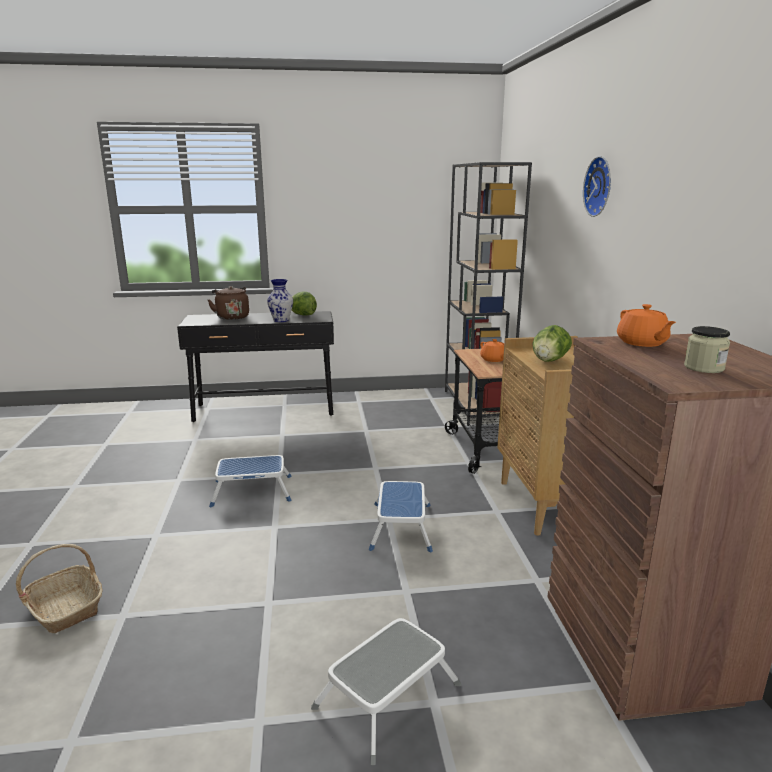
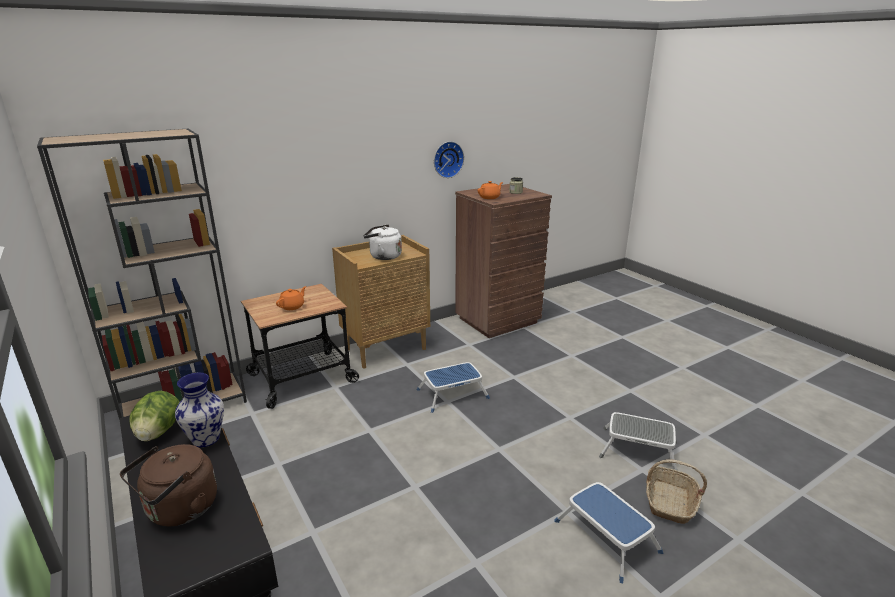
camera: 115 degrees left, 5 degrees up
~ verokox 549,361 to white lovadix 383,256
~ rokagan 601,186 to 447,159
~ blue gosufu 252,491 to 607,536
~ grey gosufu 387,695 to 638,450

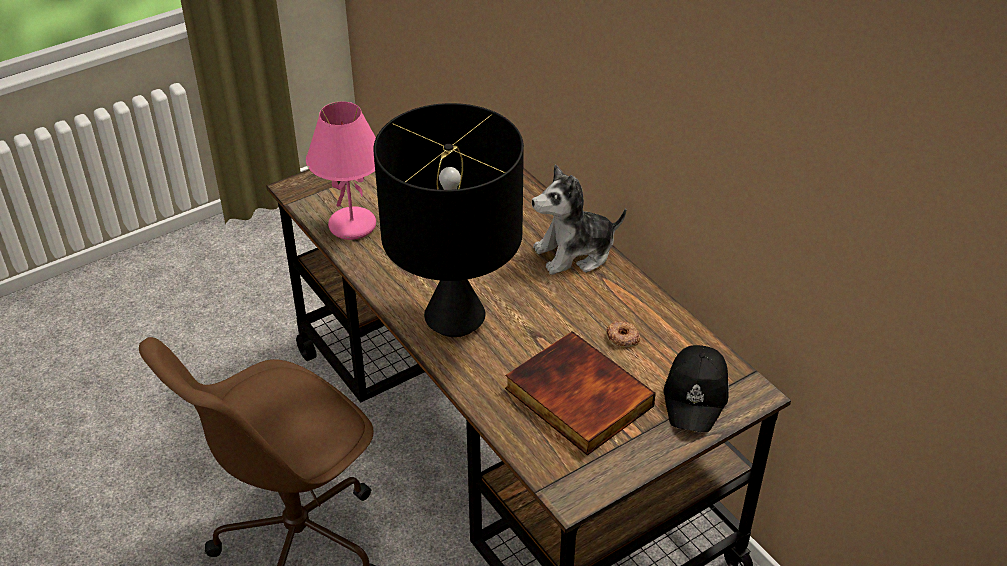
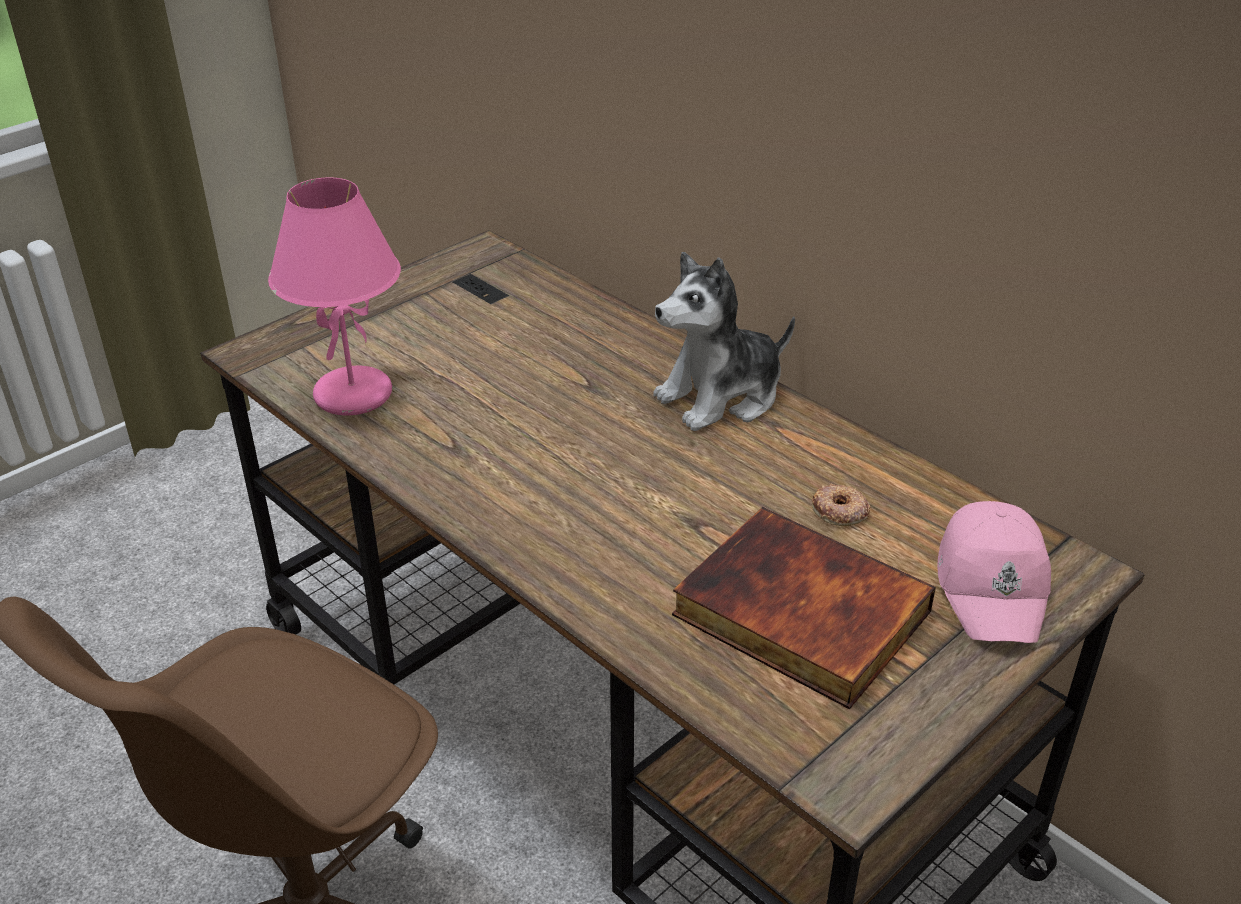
camera: 10 degrees left, 5 degrees down
~ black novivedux 696,395 to pink novivedux 993,585
- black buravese 454,320

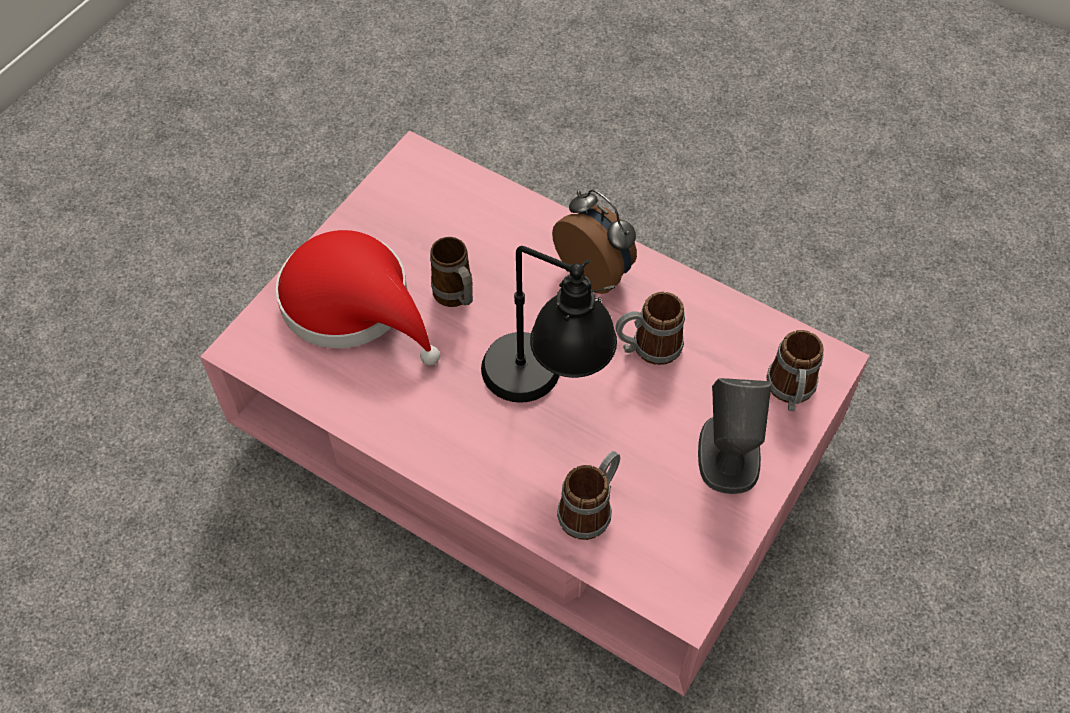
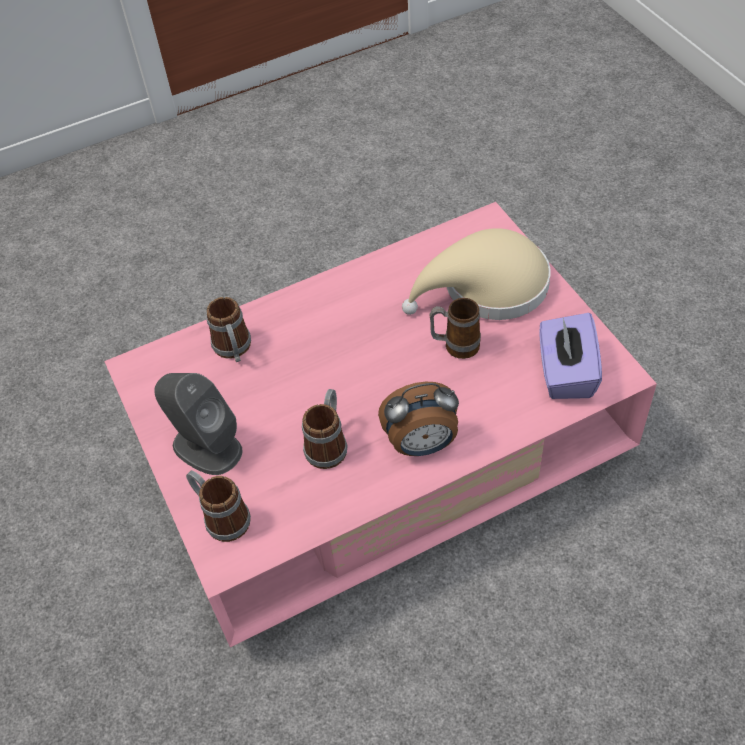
camera: 125 degrees right, 5 degrees down
~ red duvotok 354,304 to beige duvotok 487,287
+ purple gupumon 565,373
- black buravese 546,389

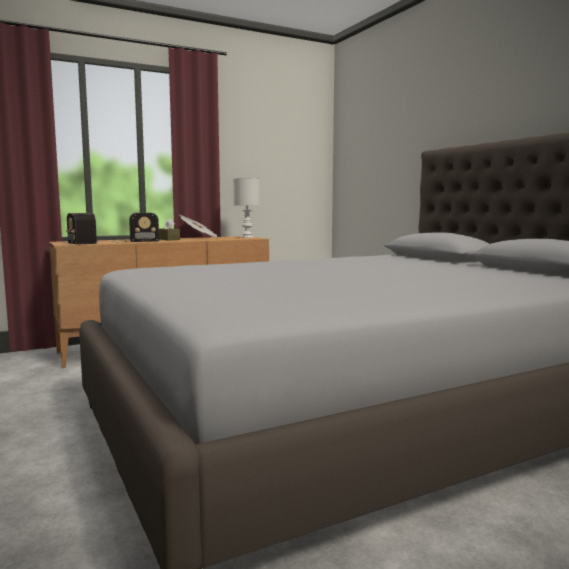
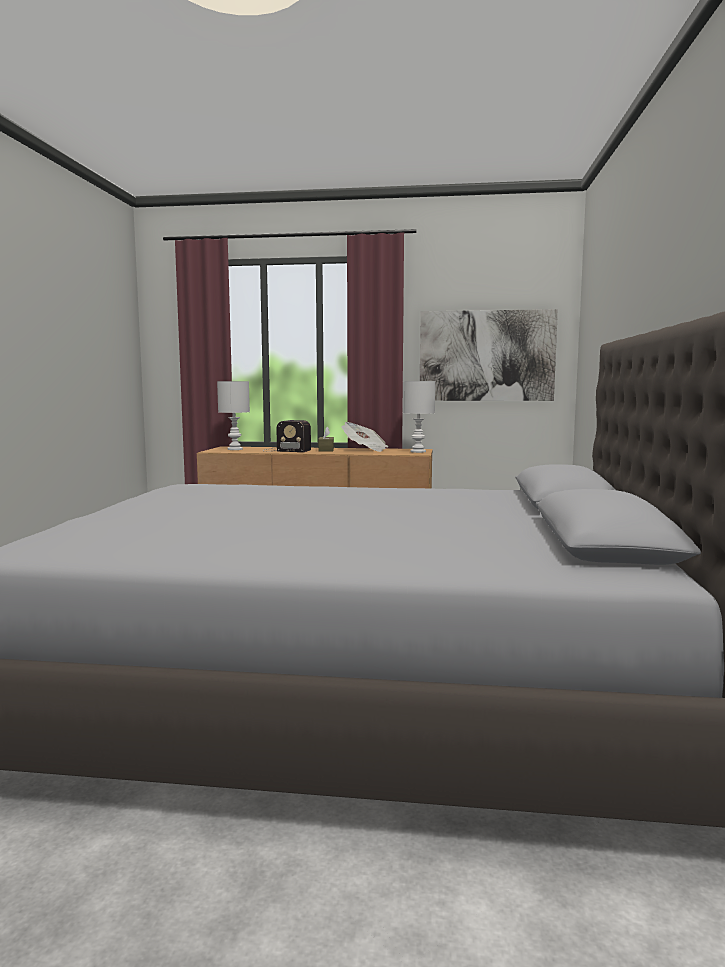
camera: 35 degrees right, 0 degrees up
~ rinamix 81,242 to white buravese 235,449
+ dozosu 486,356

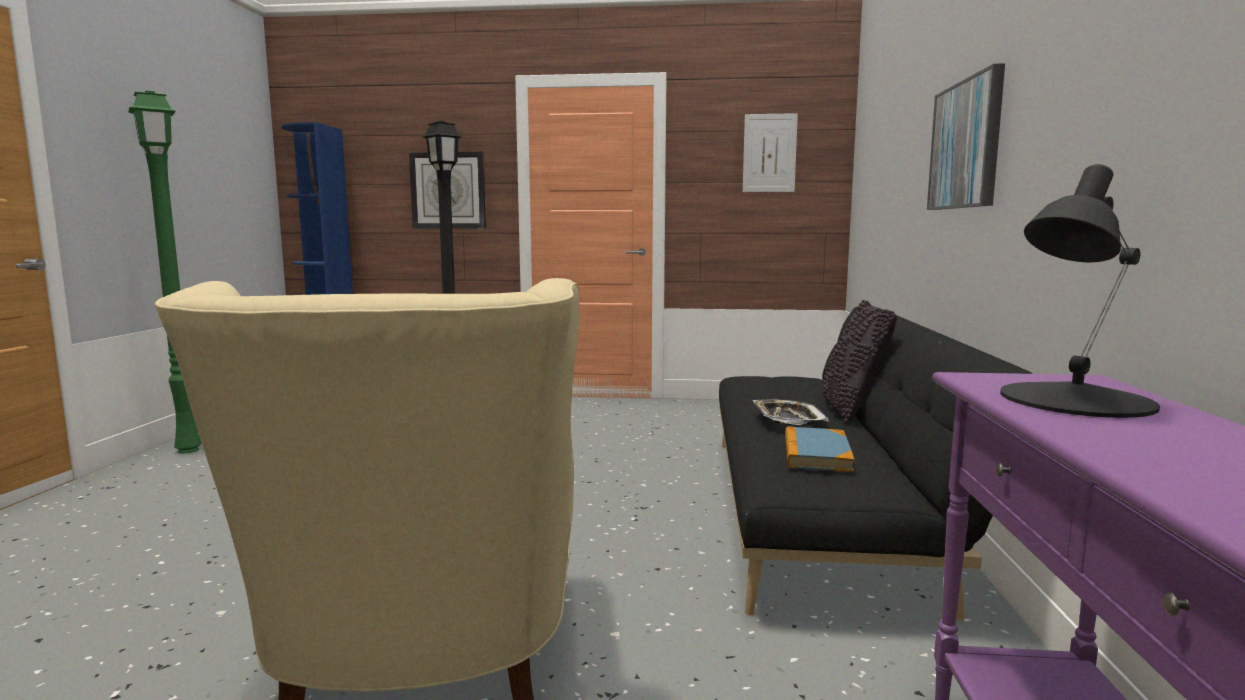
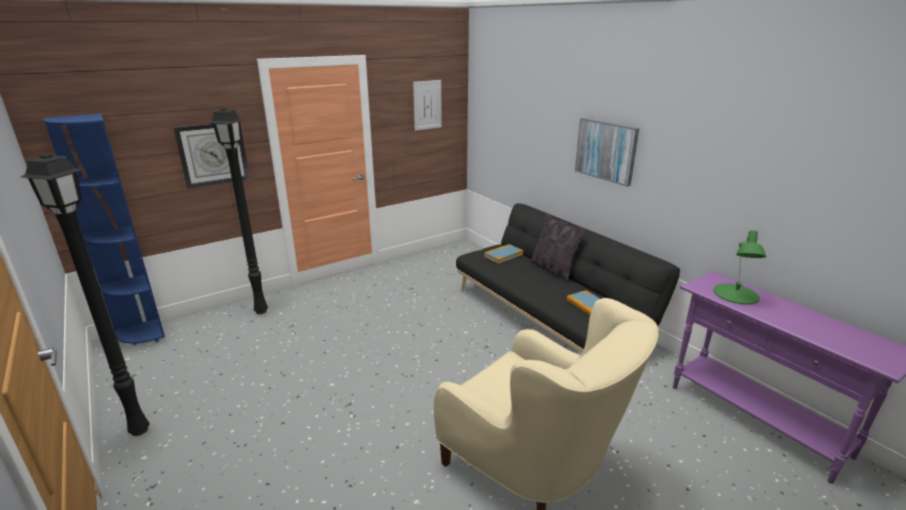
camera: 40 degrees left, 15 degrees up
~ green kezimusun 190,450 to black kezimusun 141,430
+ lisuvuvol 503,255
~ black buravese 1073,400 to green buravese 735,294
- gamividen 788,418

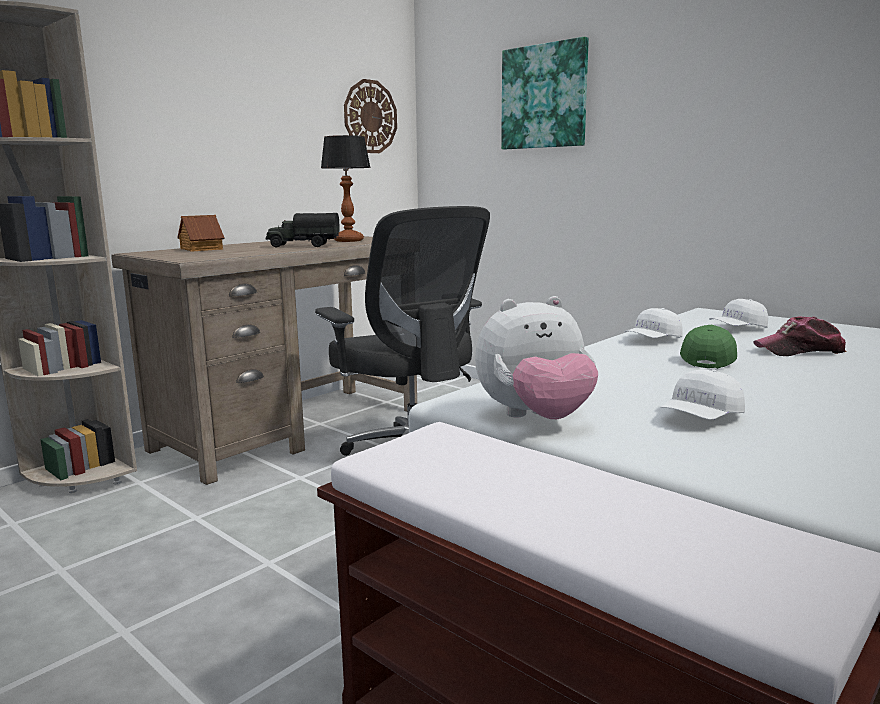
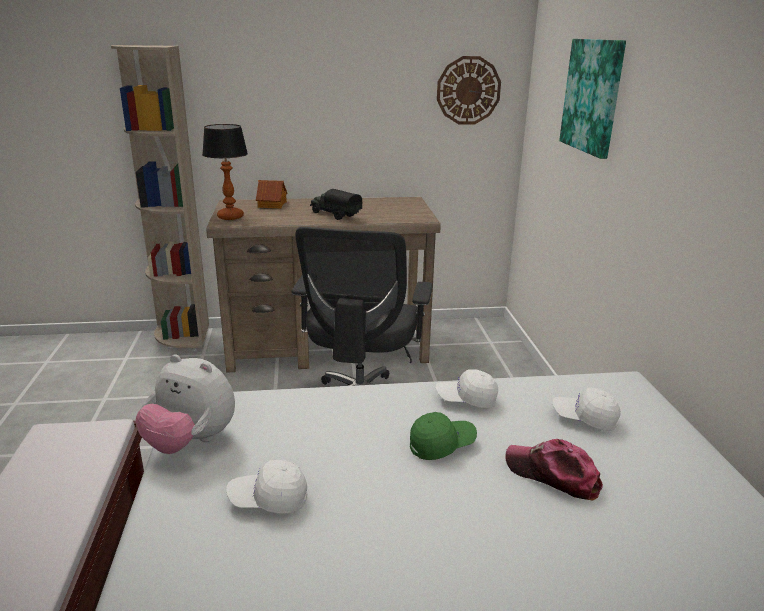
camera: 40 degrees right, 10 degrees up
~ buravese 349,240 to 230,217

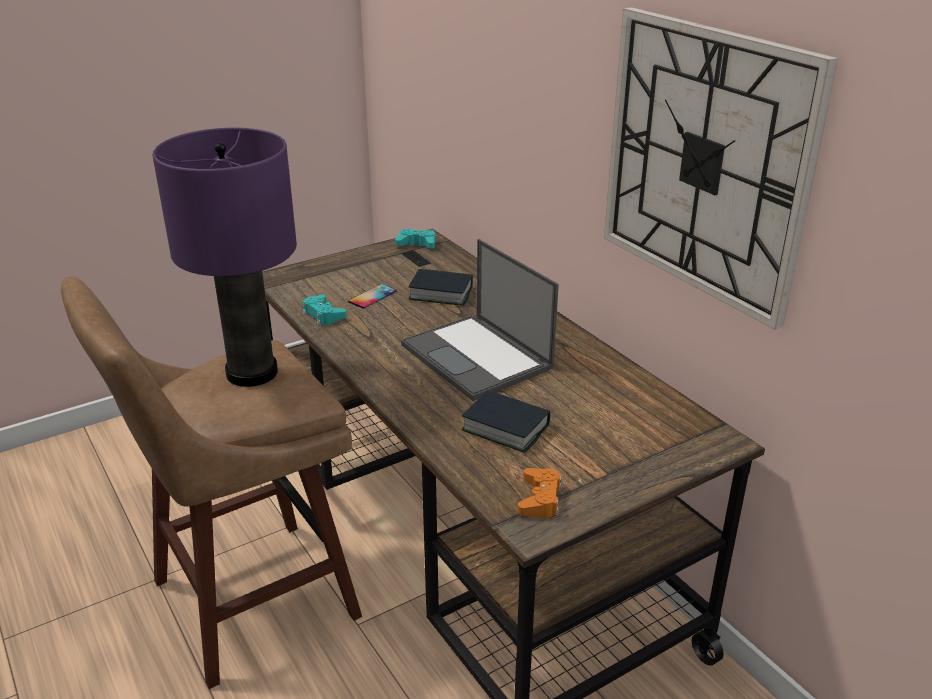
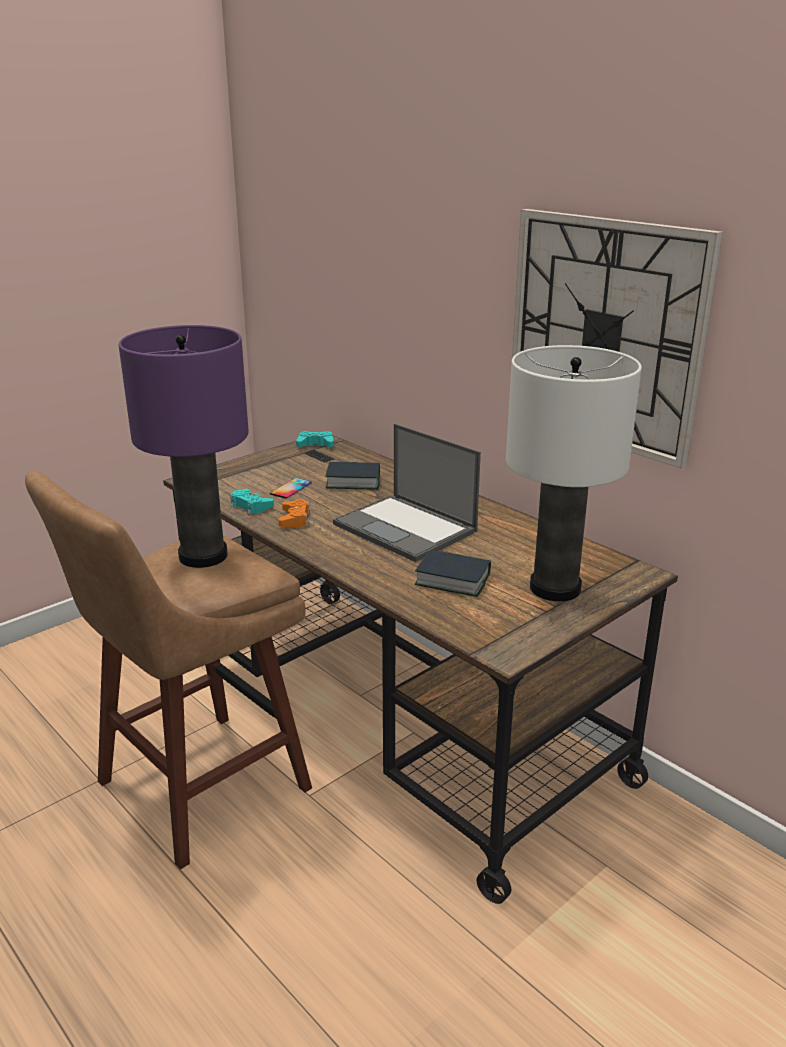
camera: 10 degrees left, 5 degrees down
~ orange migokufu 540,499 to 295,519
+ white buravese 554,588

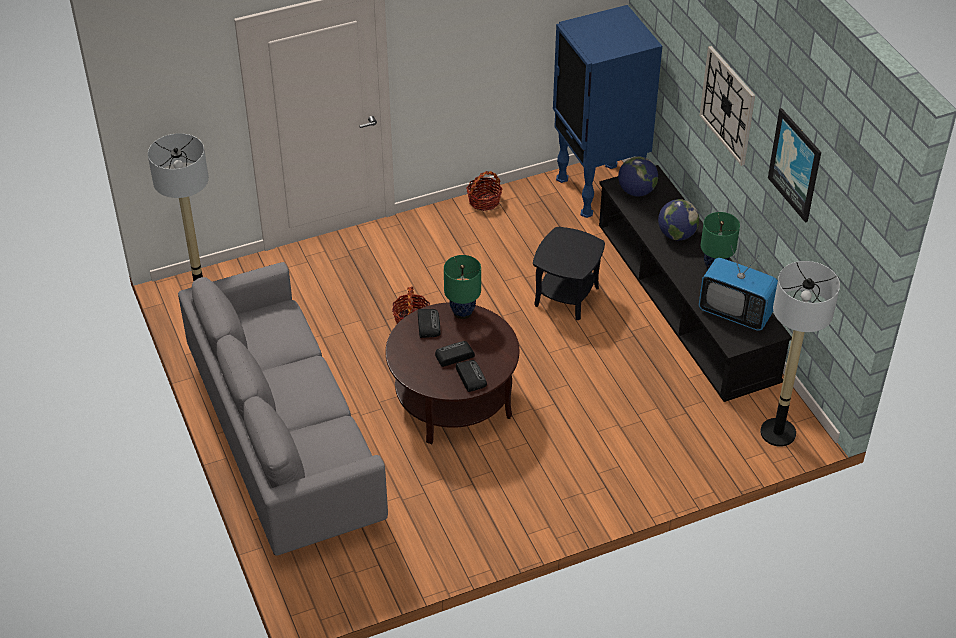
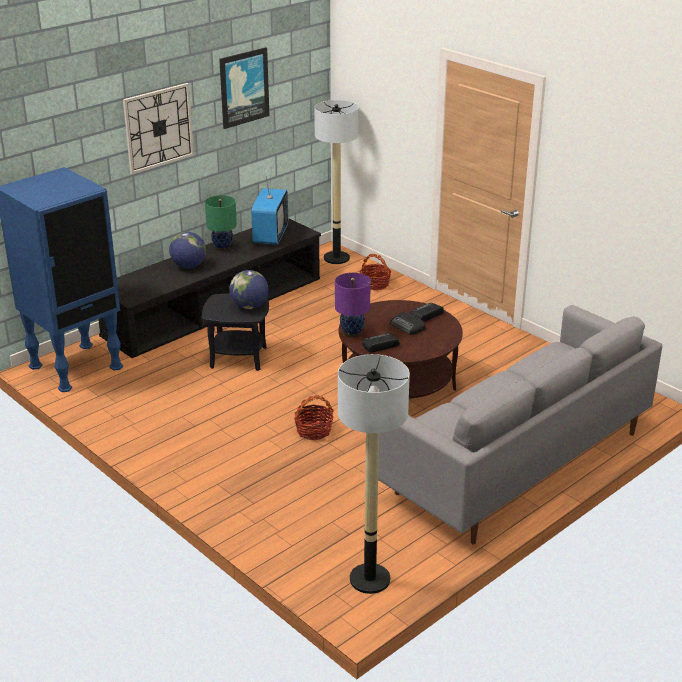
camera: 110 degrees left, 15 degrees down
~ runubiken 636,191 to 249,306
~ green buravese 462,312 to purple buravese 352,332
~ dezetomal 484,201 to 375,284

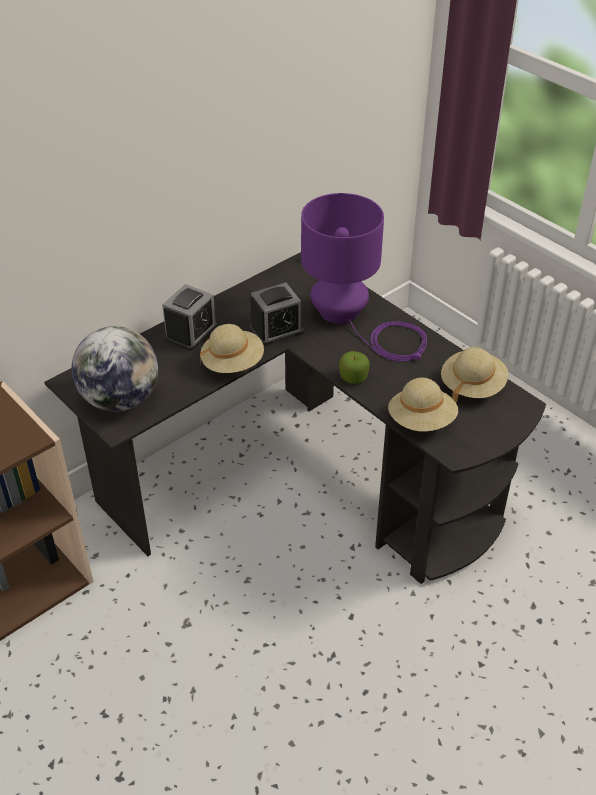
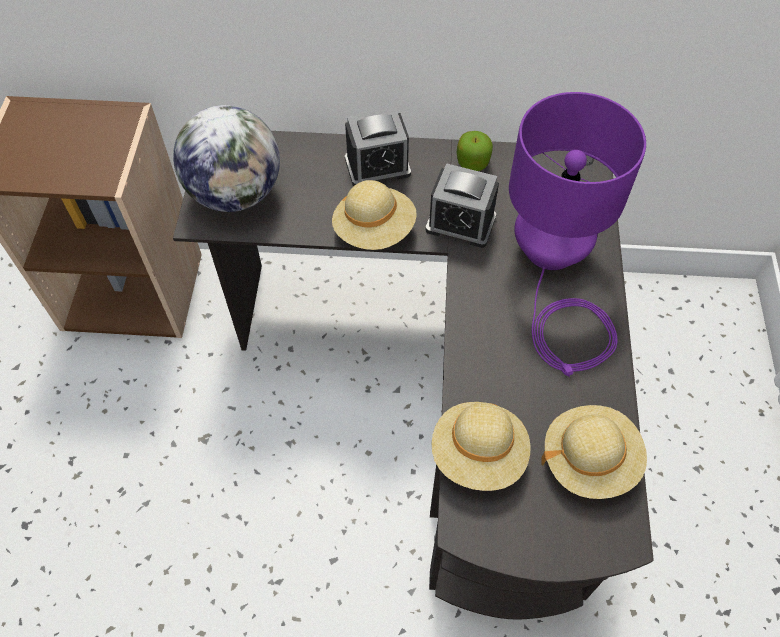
camera: 45 degrees right, 15 degrees up
~ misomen 353,377 to 473,162

